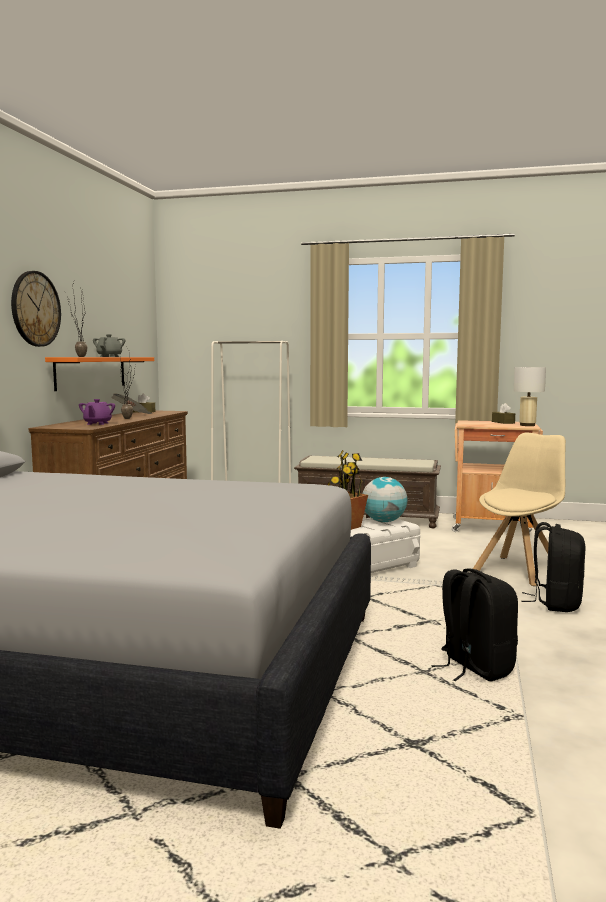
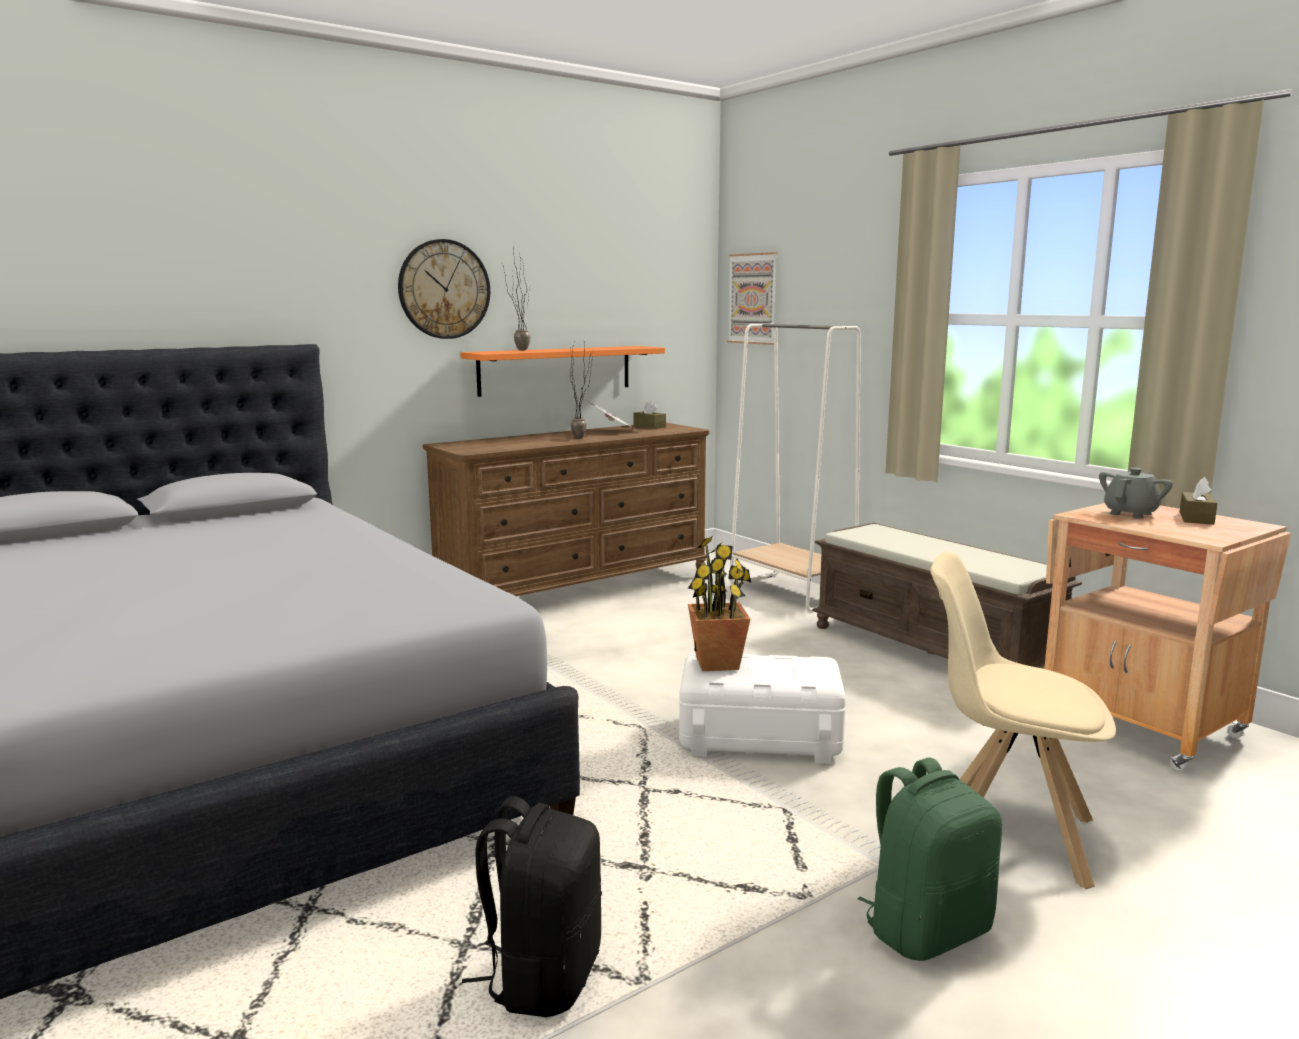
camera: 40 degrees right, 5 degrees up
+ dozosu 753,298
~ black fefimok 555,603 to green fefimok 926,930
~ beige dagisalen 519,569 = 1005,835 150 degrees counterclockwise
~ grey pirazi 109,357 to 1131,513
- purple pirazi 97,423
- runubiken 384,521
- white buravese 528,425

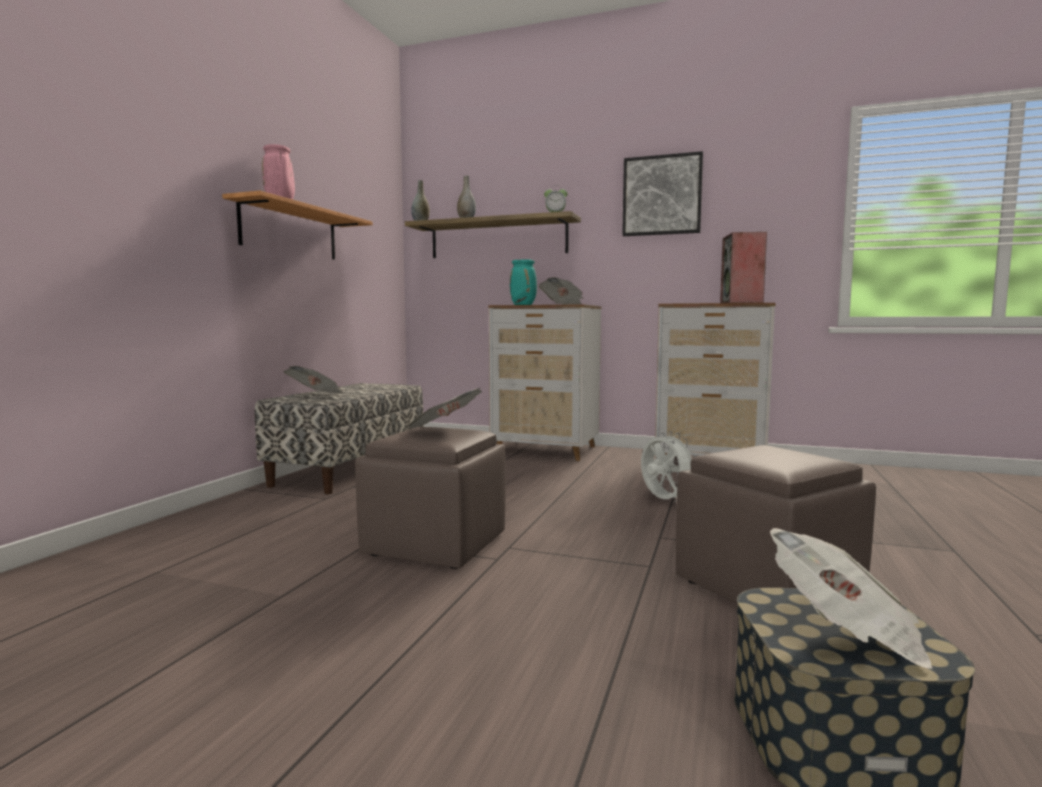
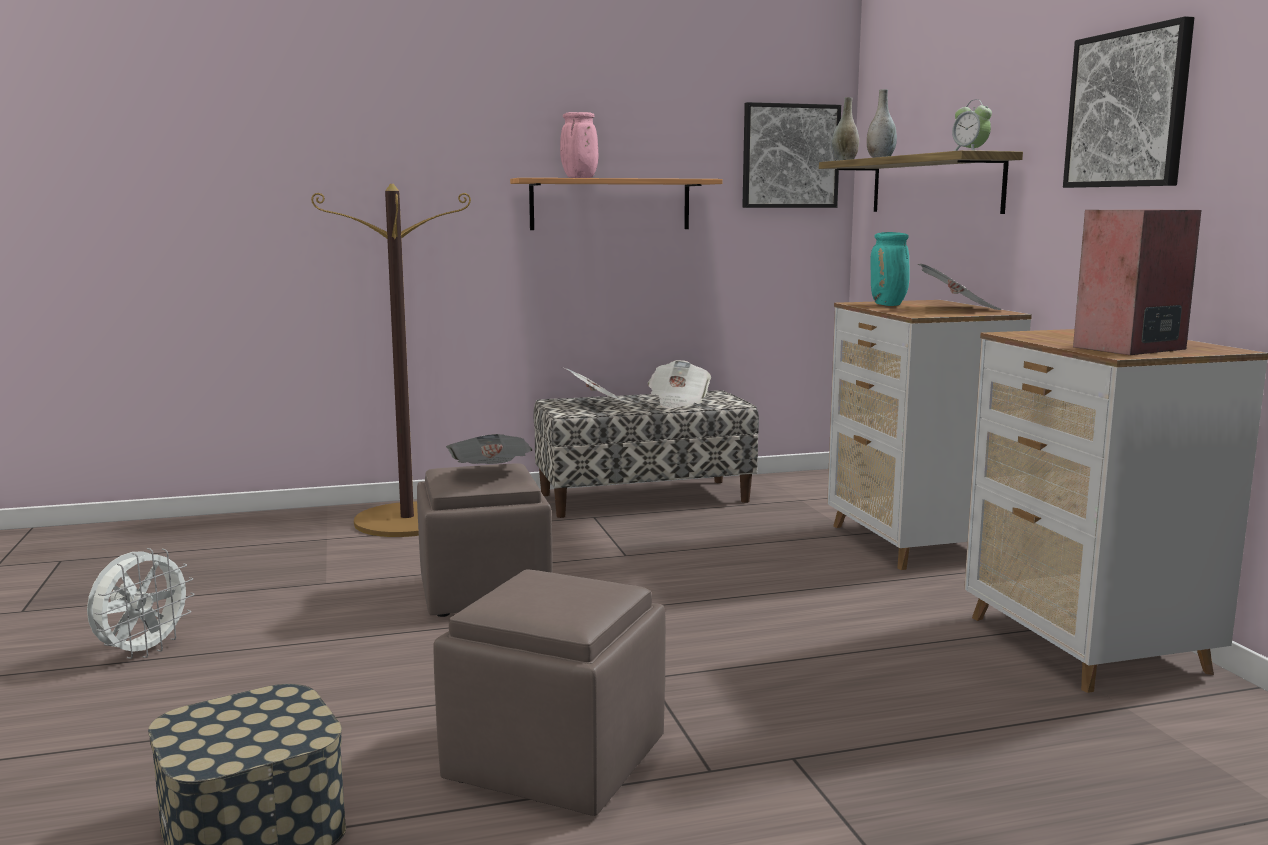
camera: 55 degrees right, 5 degrees up
~ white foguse 664,501 to 143,651
+ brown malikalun 407,520
~ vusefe 847,631 to 678,402
+ dozosu 790,156

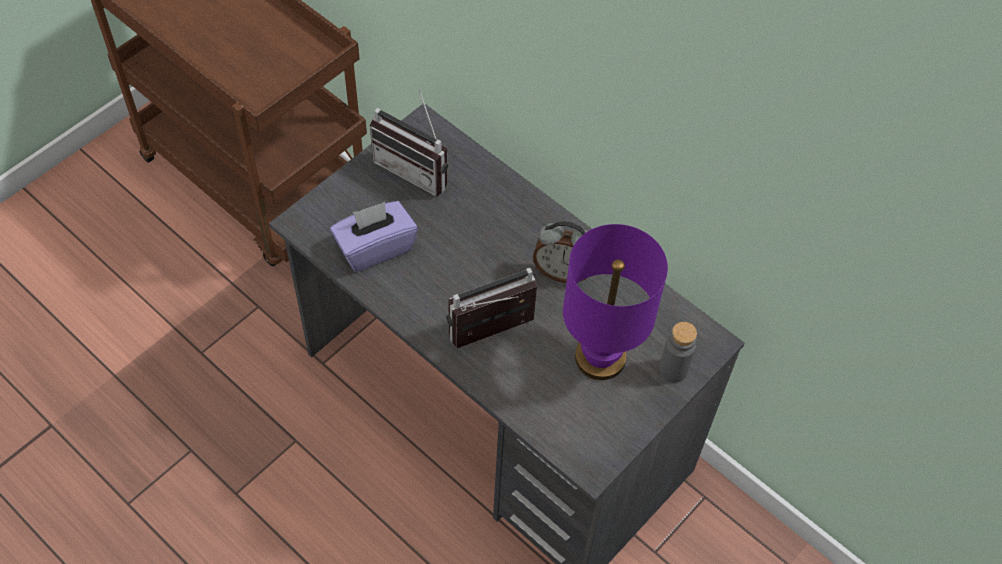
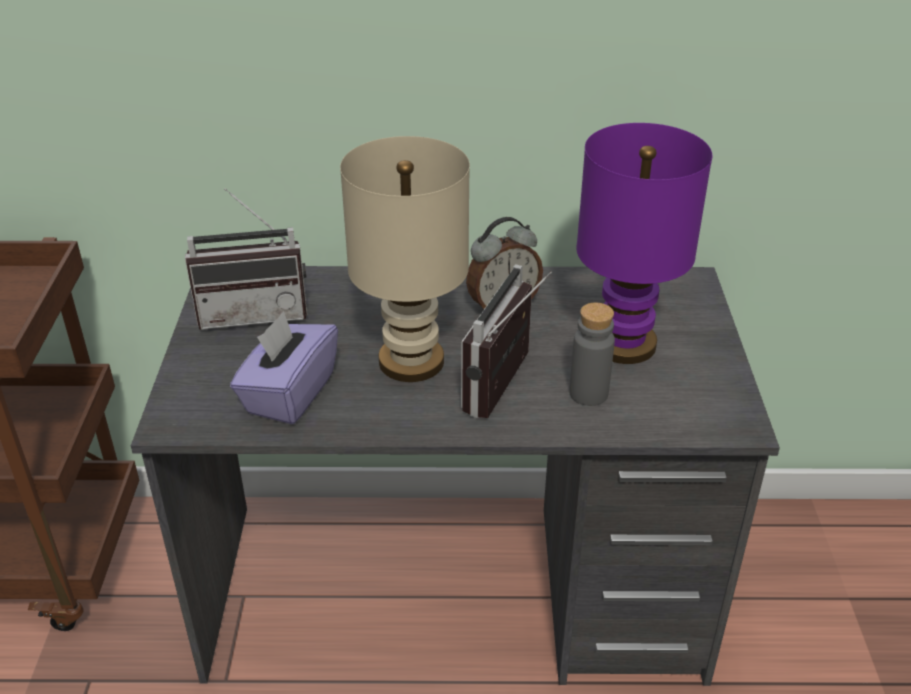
camera: 40 degrees left, 20 degrees down
+ beige buravese 413,361
~ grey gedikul 673,370 to 588,393

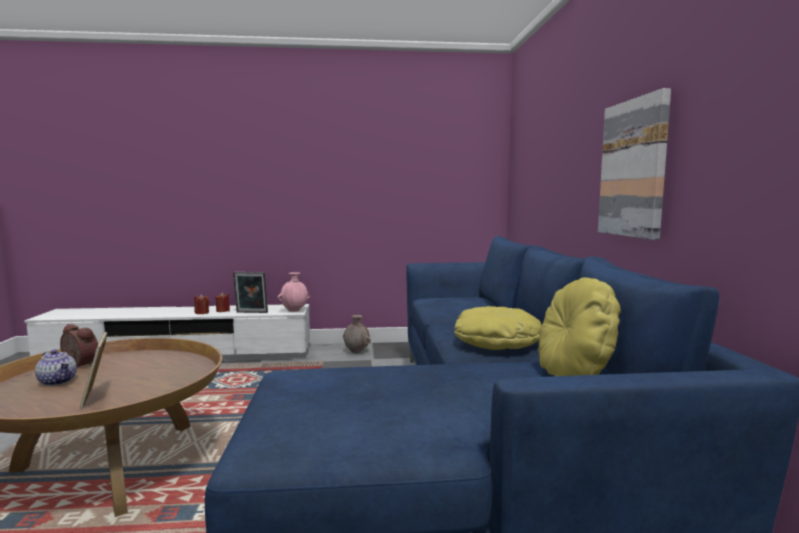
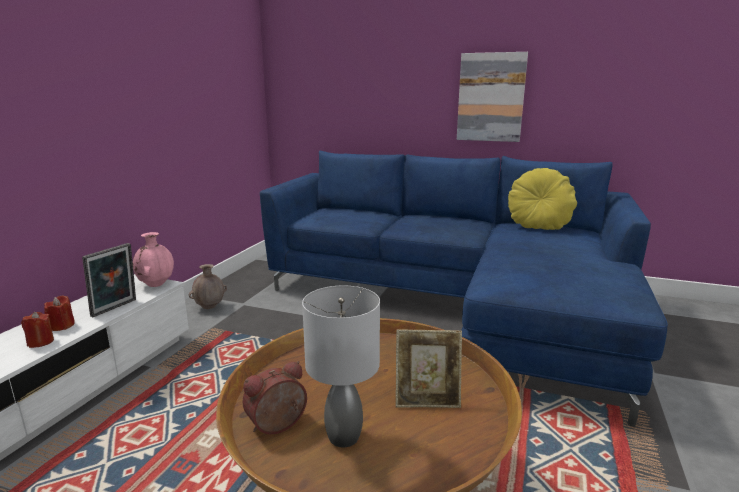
camera: 65 degrees left, 10 degrees up
~ pirazi 58,381 to grey buravese 342,436
- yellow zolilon 498,342

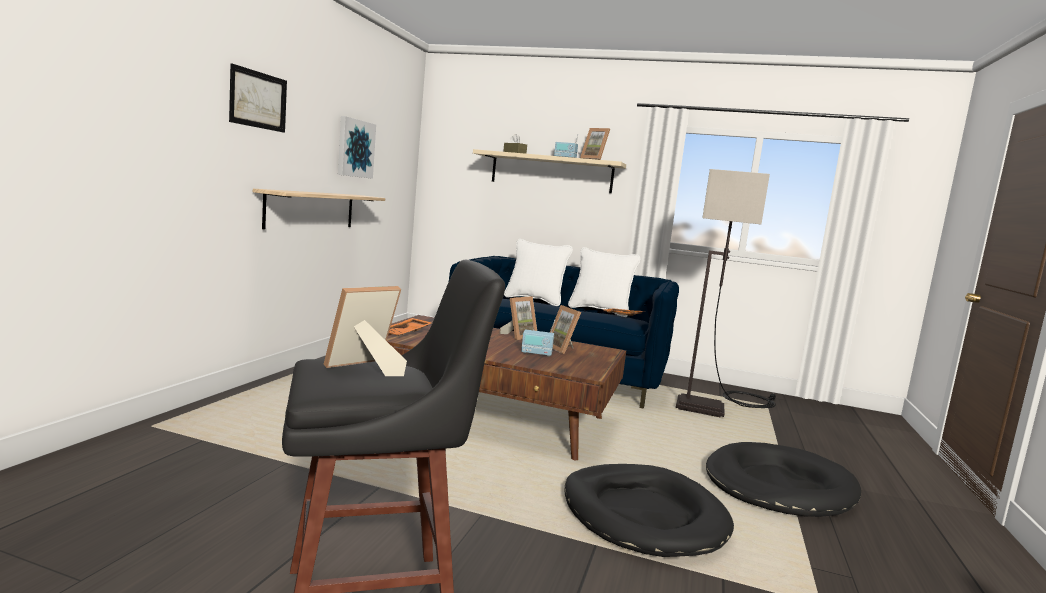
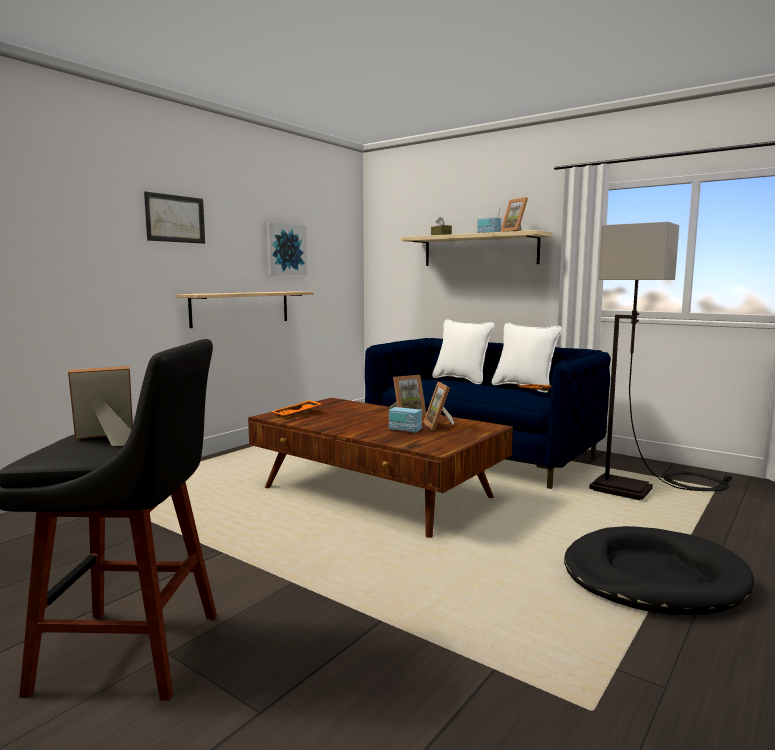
camera: 20 degrees right, 0 degrees up
- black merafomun 643,515

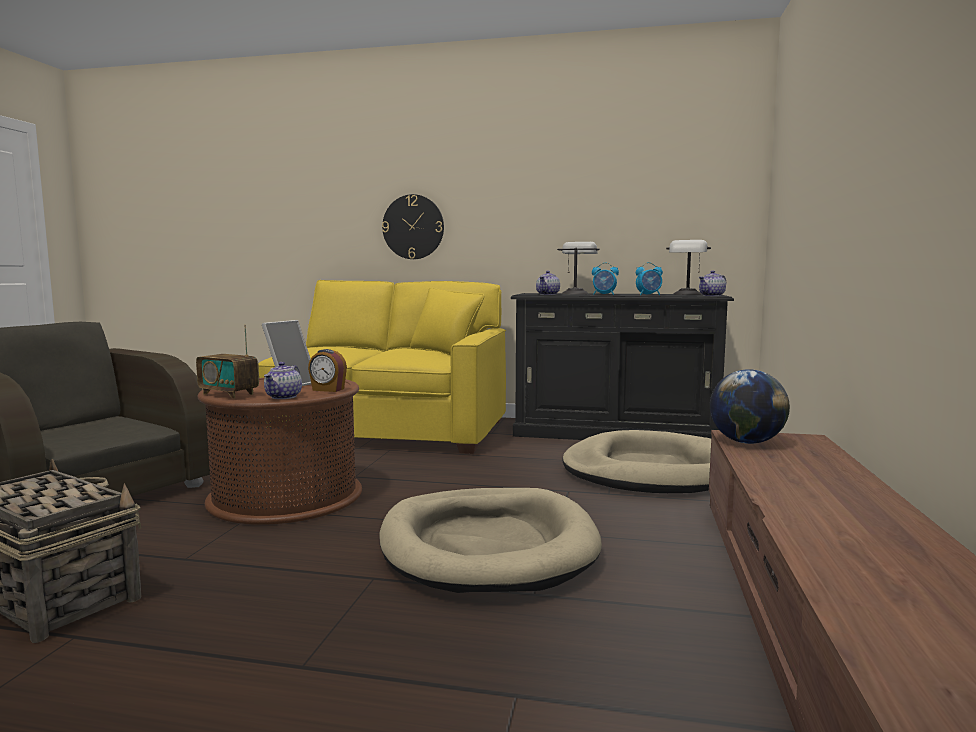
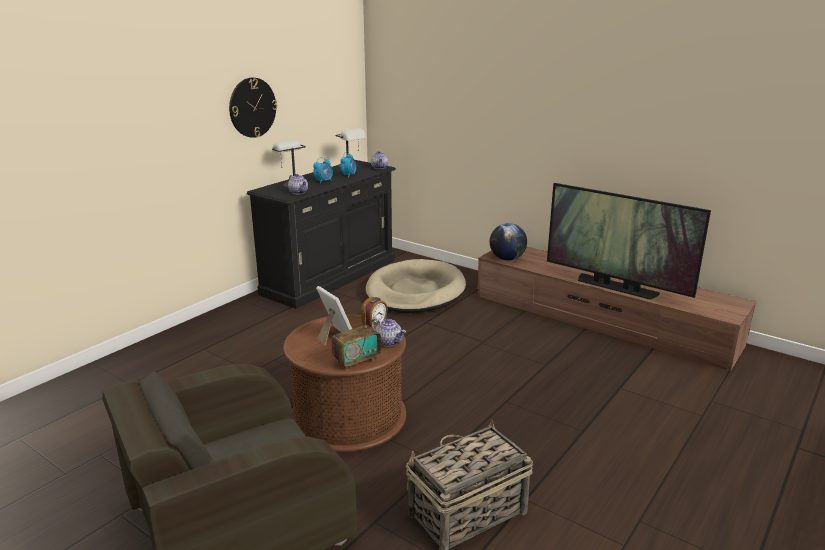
camera: 65 degrees left, 15 degrees up
~ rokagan 413,227 to 252,107
+ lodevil 616,287
- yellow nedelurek 393,430
- beige merafomun 487,546

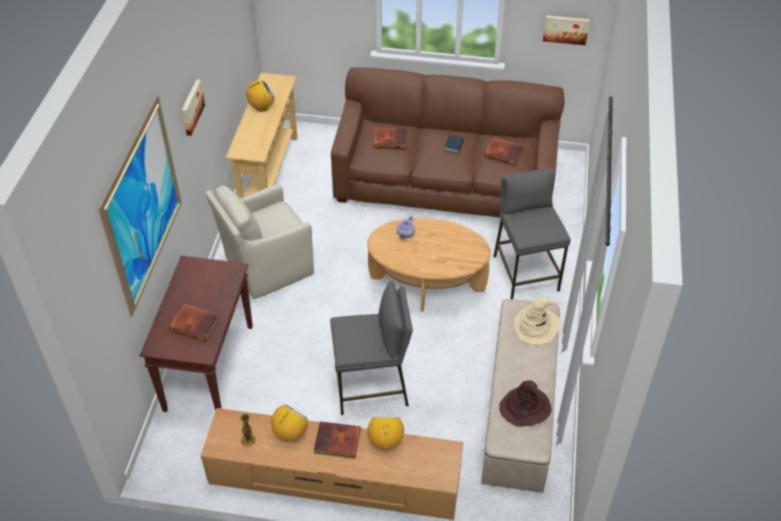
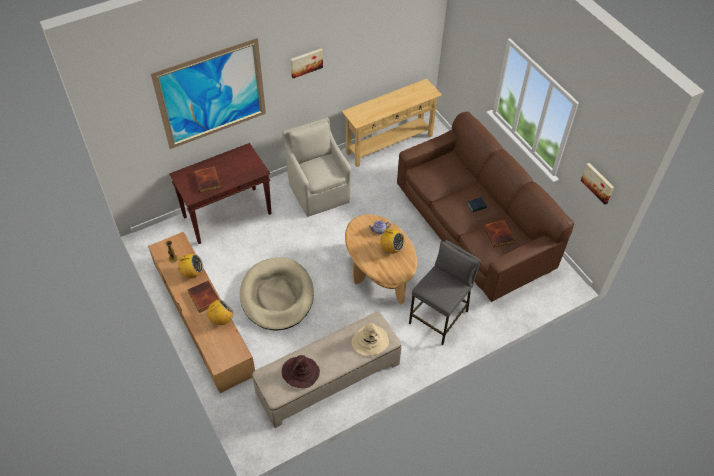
camera: 50 degrees right, 5 degrees up
~ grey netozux 372,388 to beige merafomun 277,296
~ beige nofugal 266,267 = 318,191 45 degrees clockwise
~ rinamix 262,107 to 391,249
- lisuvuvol 390,139

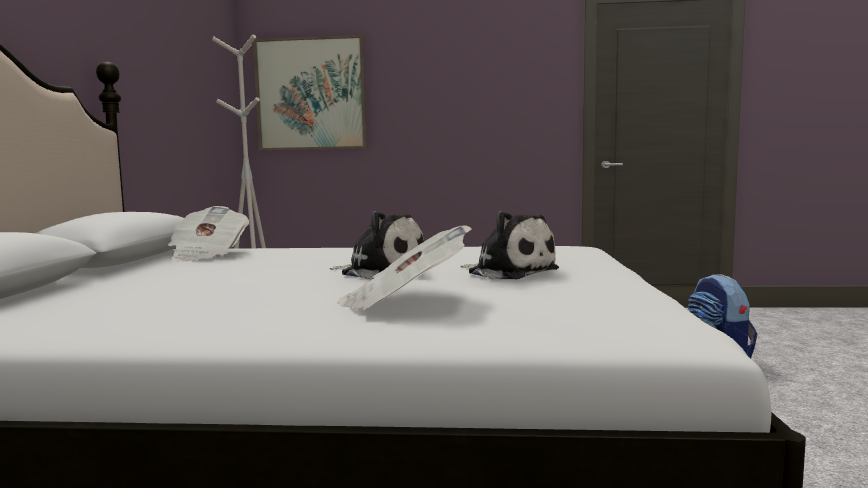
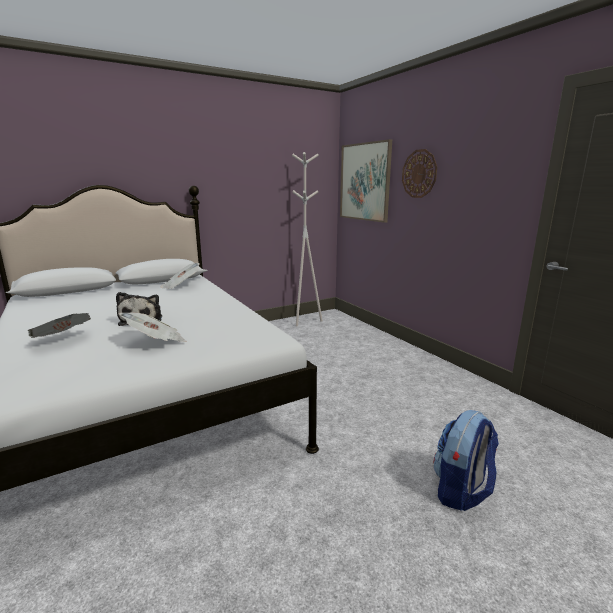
camera: 55 degrees right, 10 degrees up
~ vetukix 509,272 to vusefe 156,342
+ rokagan 419,174

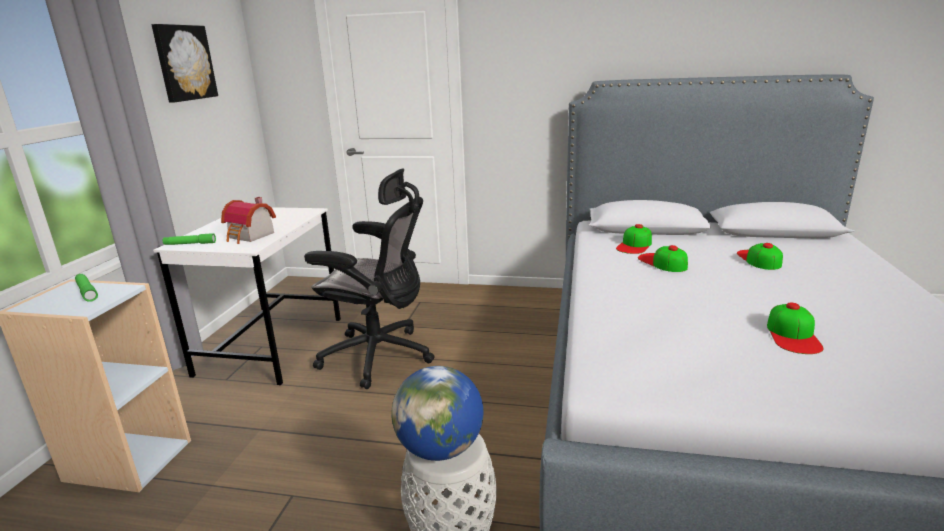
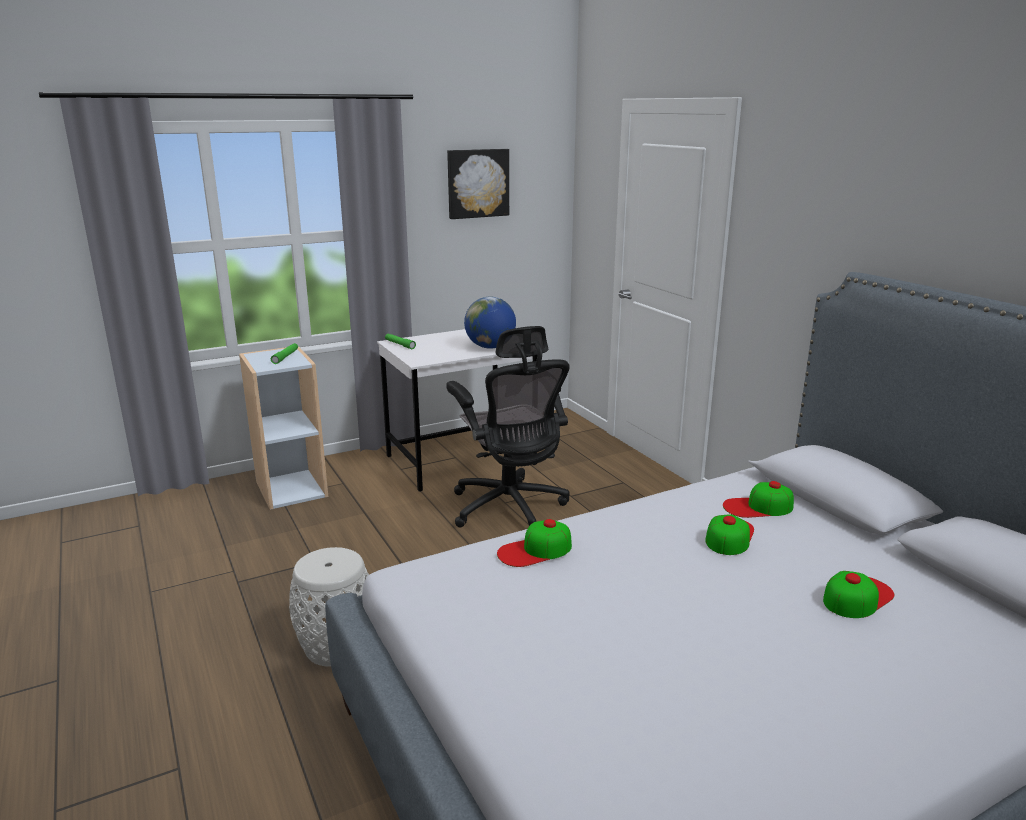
camera: 50 degrees right, 0 degrees up
~ runubiken 440,449 to 490,347
~ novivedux 793,335 to 535,550
- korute 250,236

